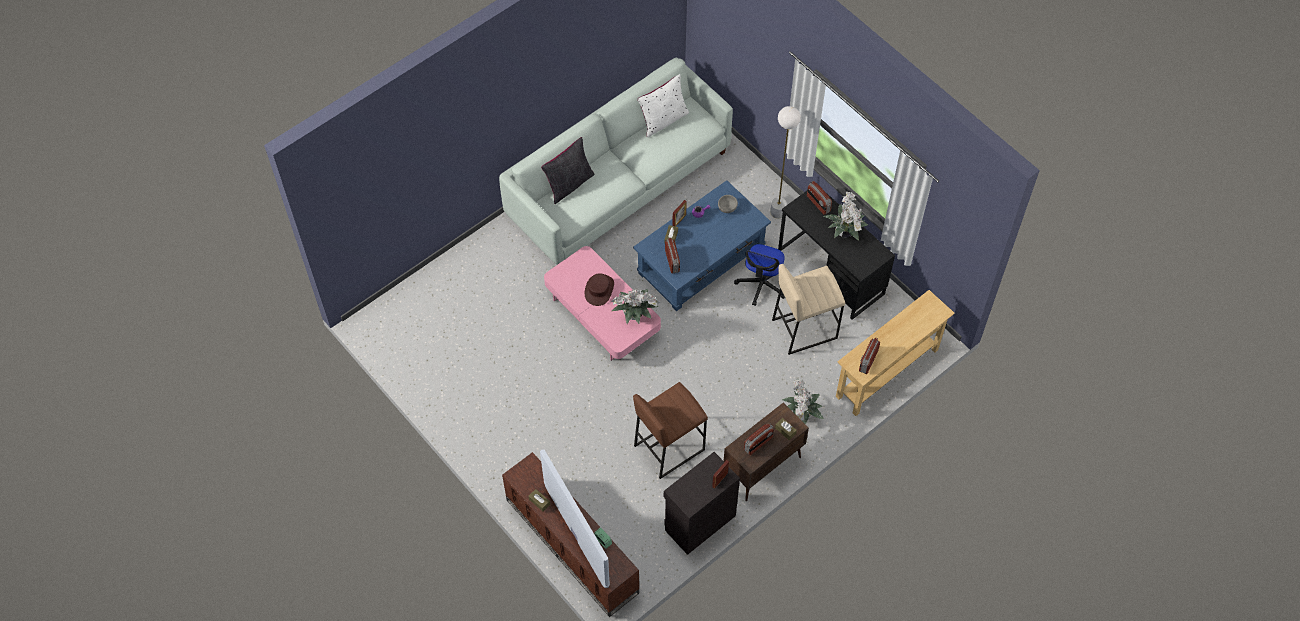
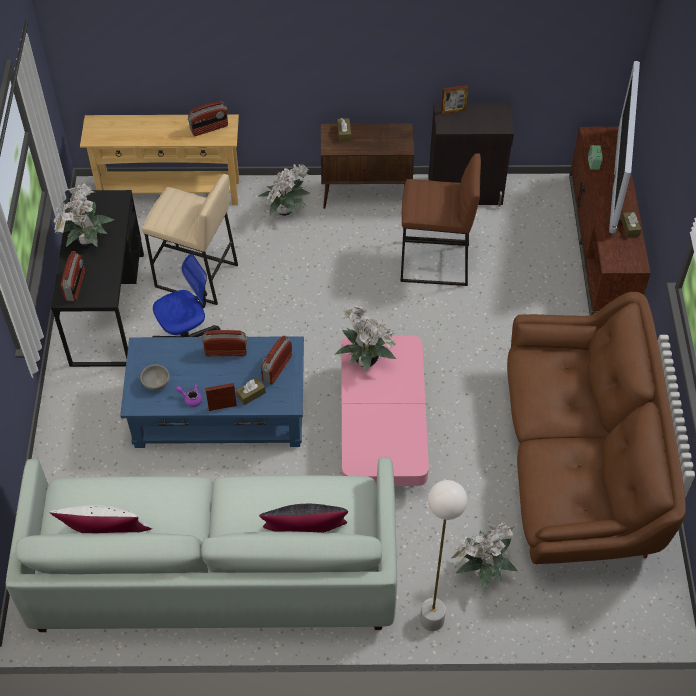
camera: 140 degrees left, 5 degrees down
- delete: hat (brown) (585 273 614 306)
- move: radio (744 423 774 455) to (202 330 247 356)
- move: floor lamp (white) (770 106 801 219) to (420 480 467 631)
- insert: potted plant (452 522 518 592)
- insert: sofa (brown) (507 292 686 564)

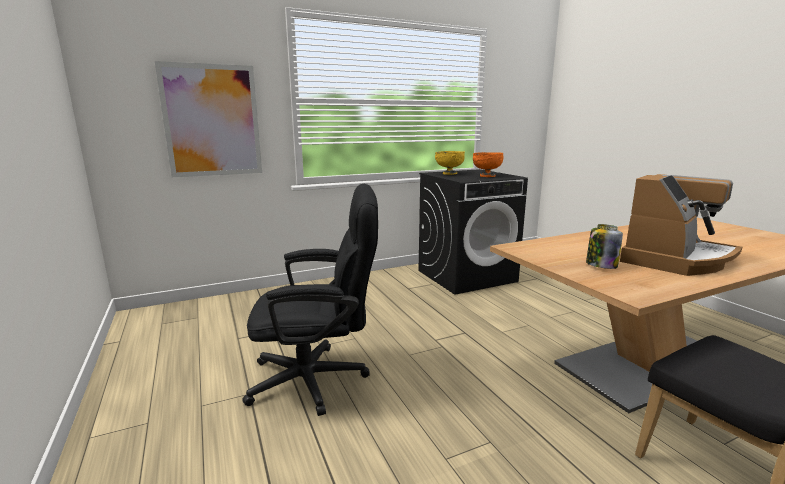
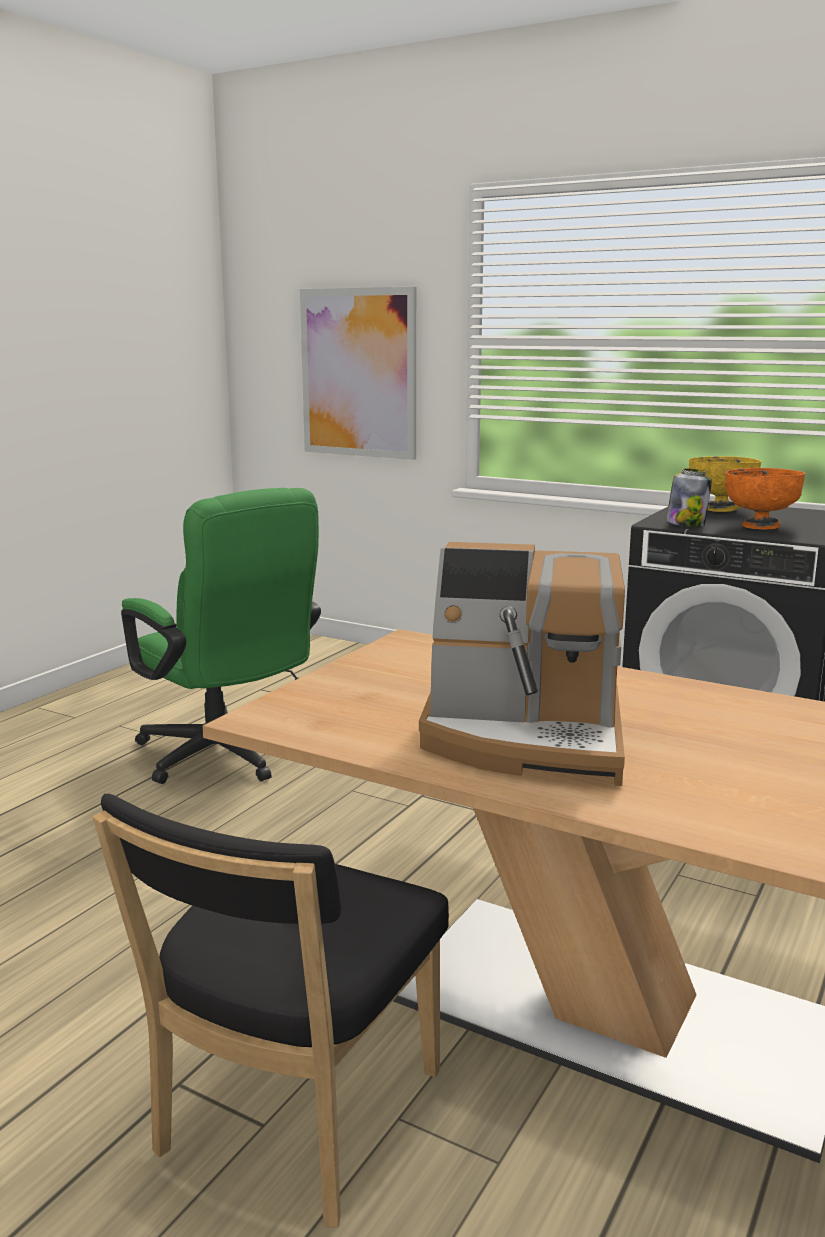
camera: 55 degrees right, 0 degrees up
- recolor: office chair (black) (242 184 378 416) to office chair (green) (121 488 321 784)
- move: jar (586 224 623 269) to (666 469 712 527)

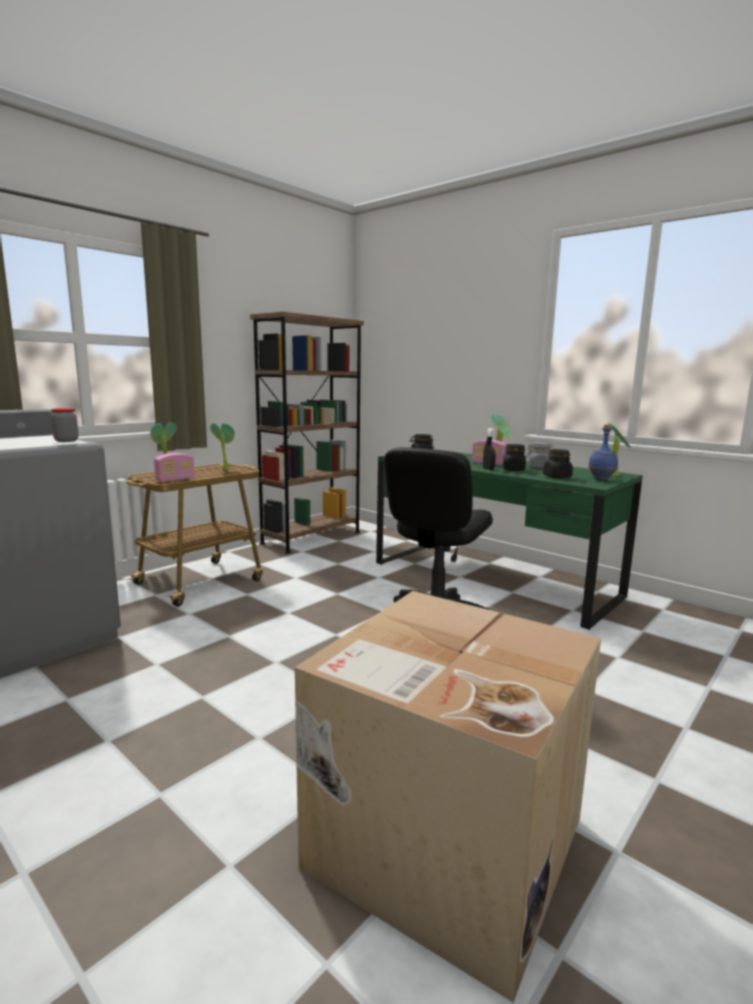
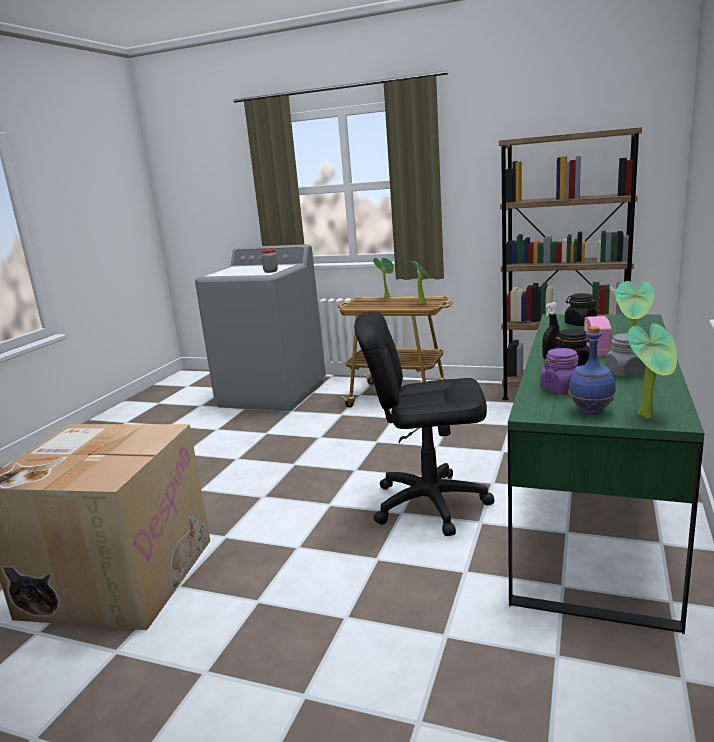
camera: 70 degrees right, 5 degrees up
- delete: radio (154 453 195 482)
- recolor: jar (black) (543 449 573 478) to jar (purple) (540 348 579 394)

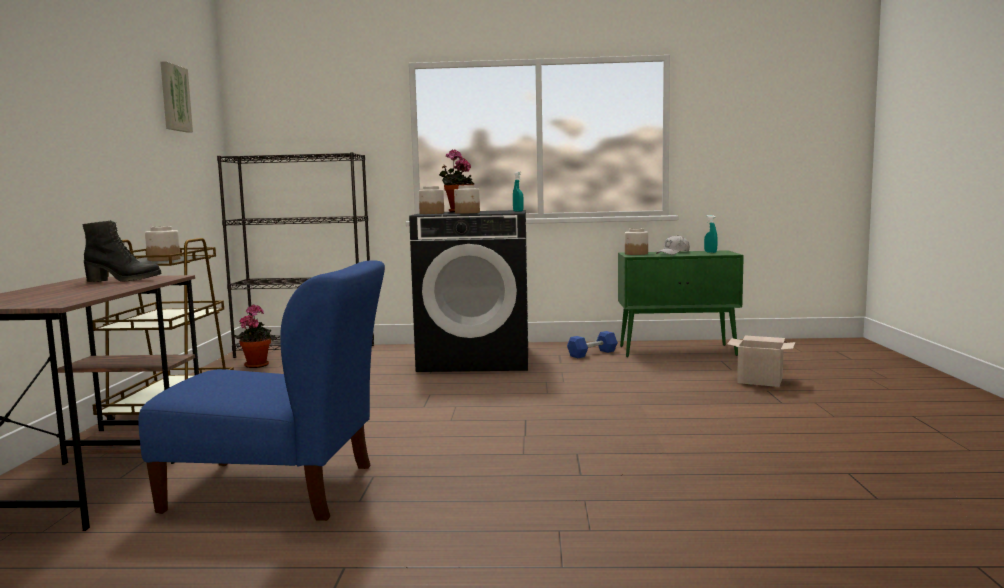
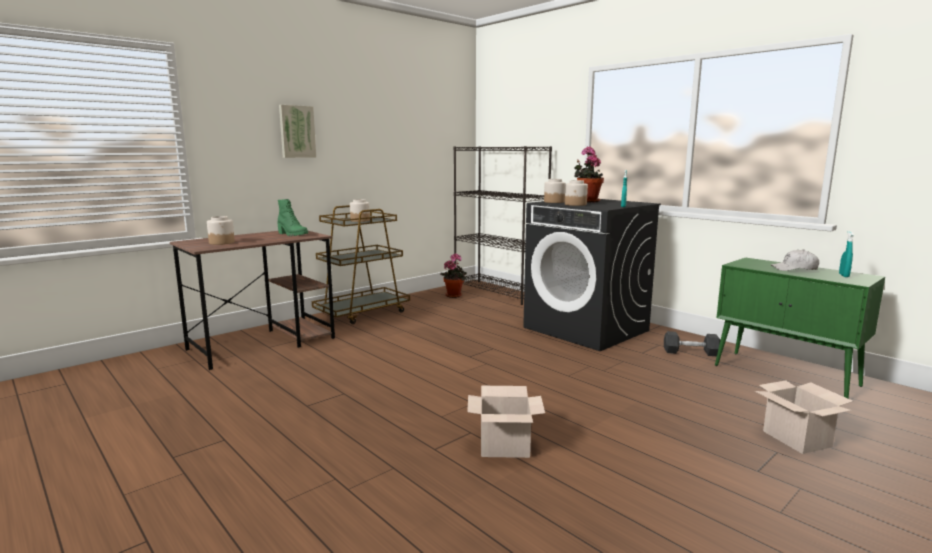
camera: 45 degrees right, 5 degrees up
- recolor: boot (black) (82 220 161 282) to boot (green) (277 199 308 236)
- delete: chair (blue) (138 260 385 521)
- move: picture (160 61 193 133) to (279 105 316 158)
- recolor: dumbbell (blue) (567 331 618 358) to dumbbell (grey) (664 331 720 356)
- move: jar (625 228 648 255) to (207 216 235 245)
- insert: cardboard box (467 386 545 458)

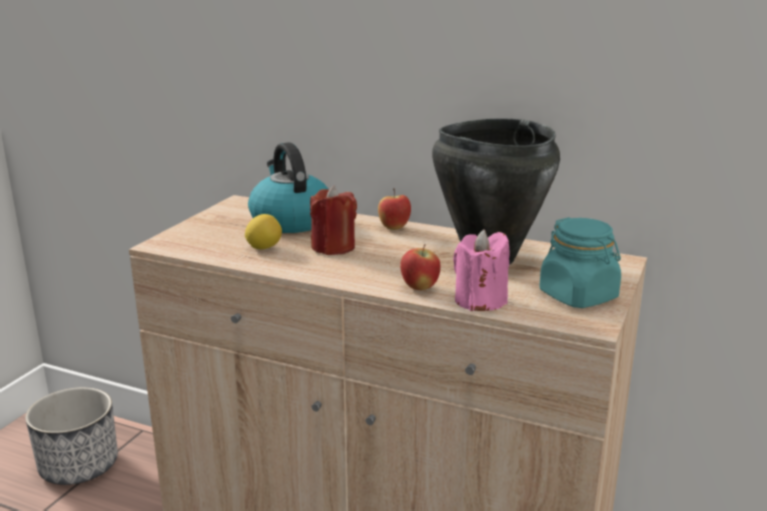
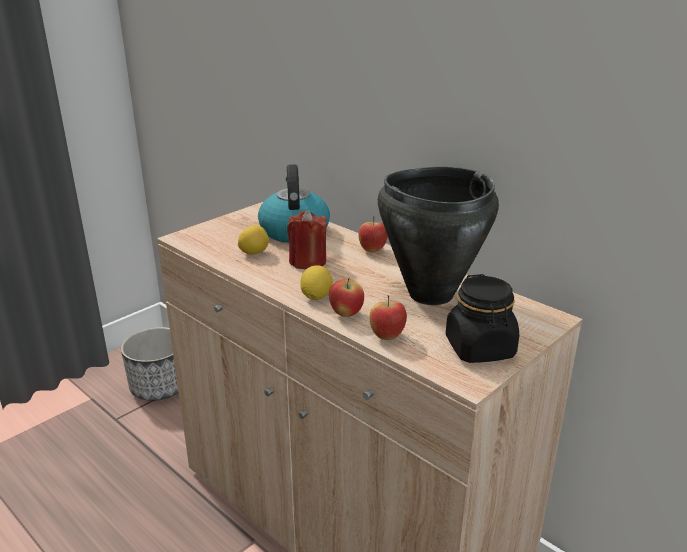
camera: 20 degrees right, 5 degrees up
- replace: candle (pink) (453 230 510 311) to apple (370 295 407 340)
- recolor: jar (turquoise) (539 217 621 308) to jar (black) (446 274 519 363)
- insert: lemon (300 265 333 300)

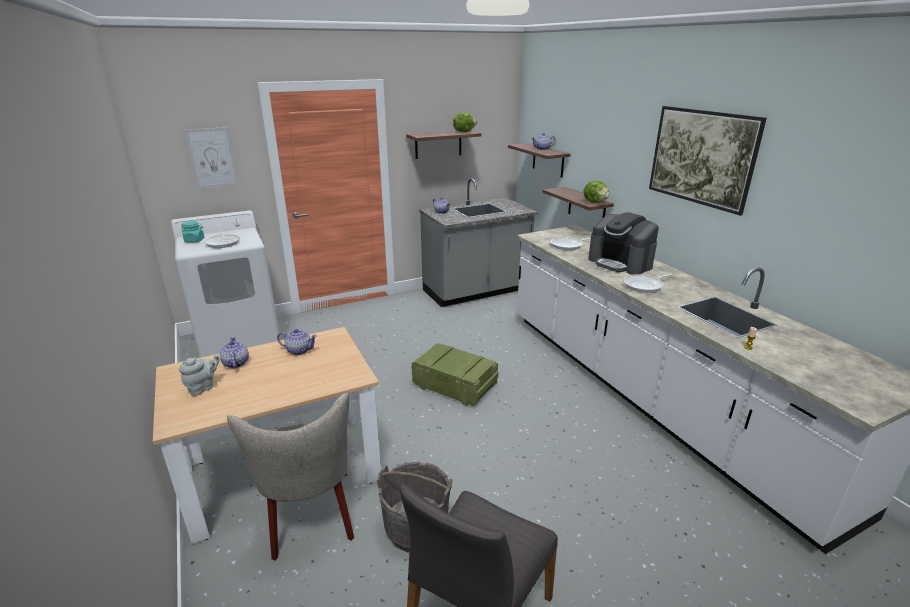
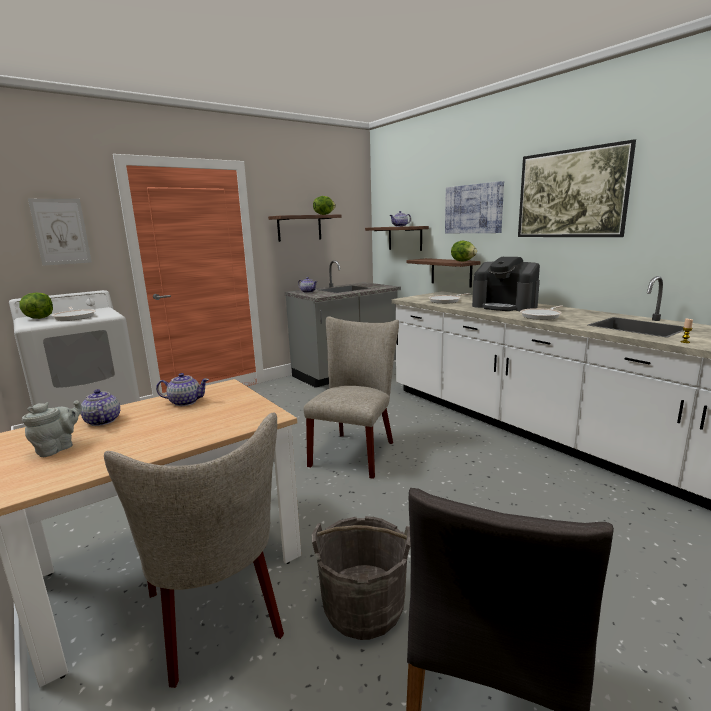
camera: 10 degrees left, 10 degrees down
- replace: jar (turquoise) (181 221 204 242) to lettuce (19 293 53 319)
- replace: crate (411 343 498 406) to chair (beige) (303 316 399 479)
- insert: picture (445 181 504 233)

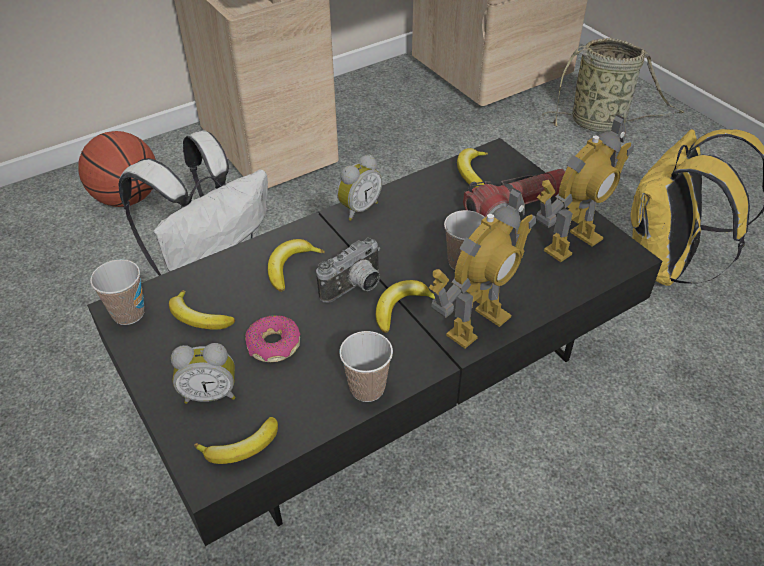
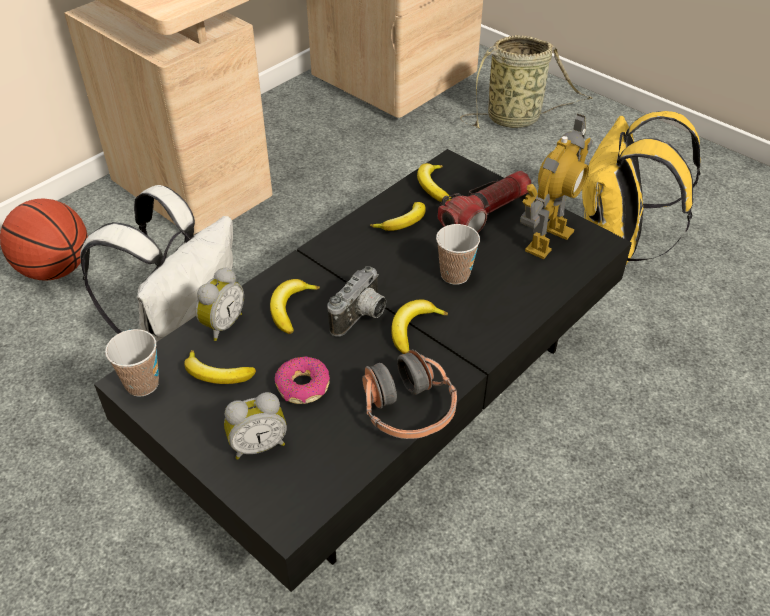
camera: 15 degrees left, 0 degrees up
- move: banana (194 417 278 464) to (370 202 426 231)
- move: alarm clock (337 155 382 221) to (195 267 244 341)
- replace: cup (339 331 393 402) to headphones (362 350 457 439)
- delete: toy robot (429 188 536 348)

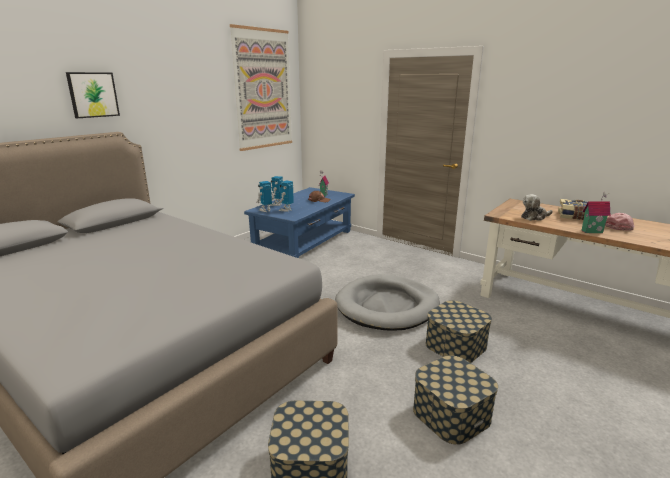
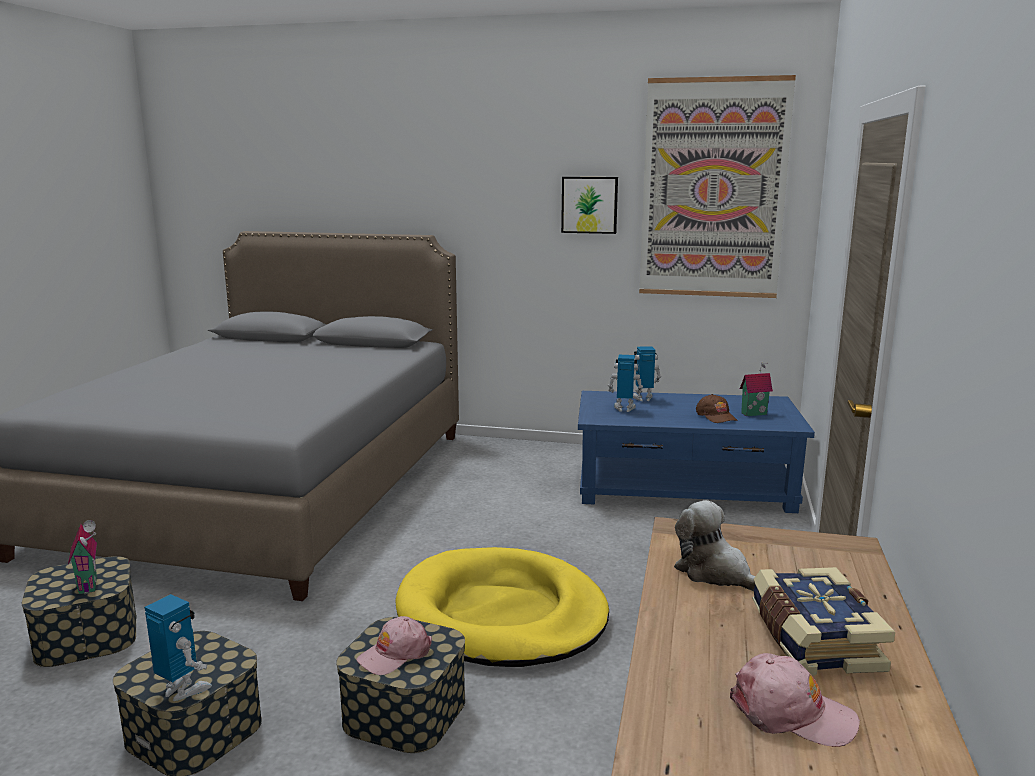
camera: 65 degrees right, 5 degrees down
- move: picture (66 72 120 118) to (561 177 618 234)
- move: toy robot (256 181 275 212) to (144 594 212 701)
- recolor: dog bed (grey) (335 274 440 331) to dog bed (yellow) (395 547 609 667)
- move: toy house (581 192 611 233) to (68 520 97 594)
- insert: cap (pink) (357 616 432 675)

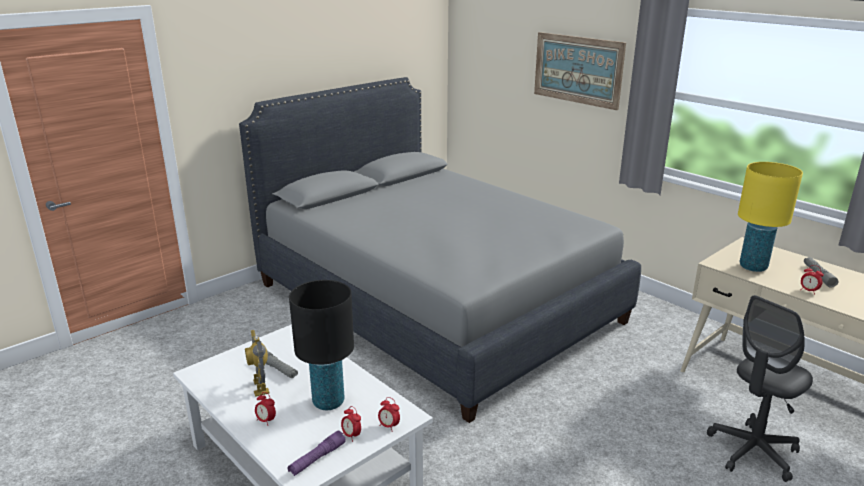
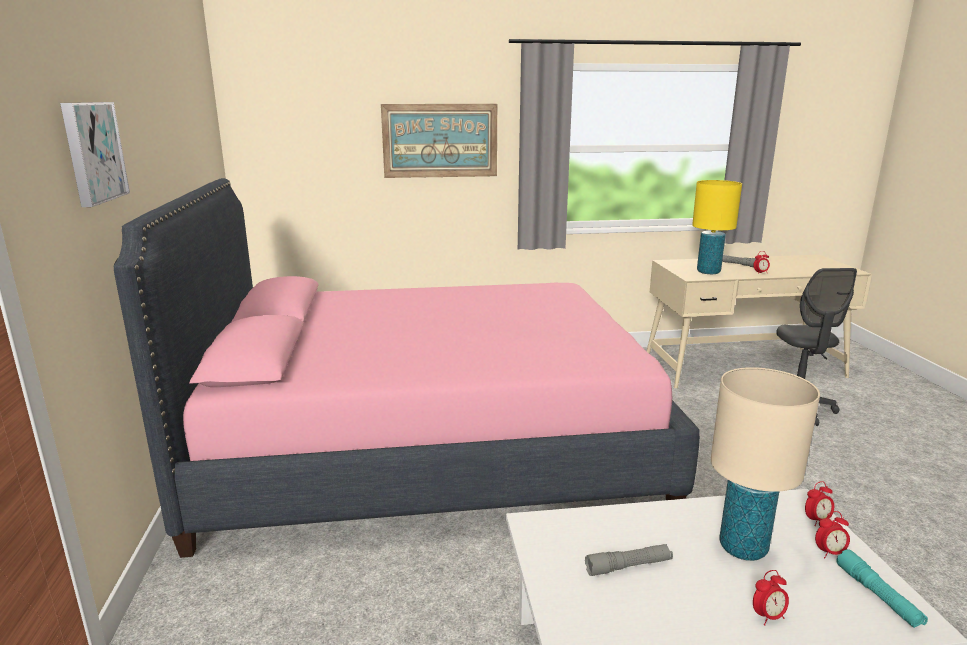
camera: 55 degrees left, 5 degrees down
- recolor: bed (grey) (239 77 641 423) to bed (pink) (114 178 700 558)
- delete: toy robot (245 330 269 397)
- recolor: flashlight (purple) (287 430 346 476) to flashlight (turquoise) (836 549 928 628)
- recolor: table lamp (black) (289 280 354 411) to table lamp (beige) (711 367 820 561)
- insert: picture (60 102 130 207)

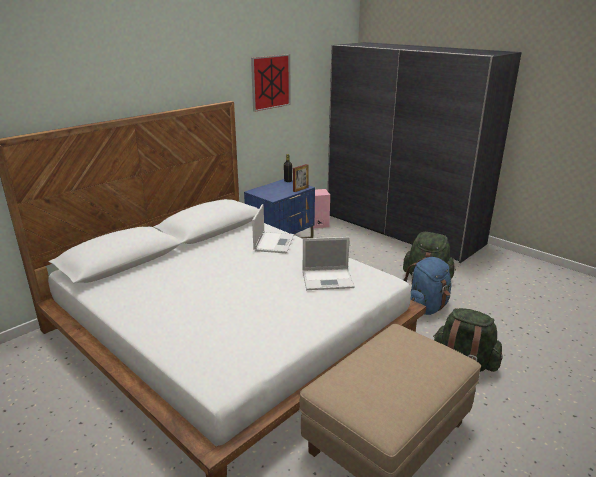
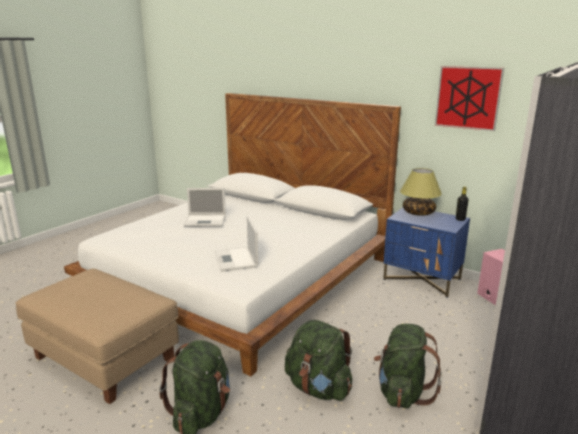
camera: 80 degrees right, 5 degrees down
- move: laptop (252 204 294 253) to (184 188 226 227)
- delete: picture frame (293 164 309 192)
- recolor: backpack (blue) (403 257 452 315) to backpack (green) (285 320 352 401)
- insert: table lamp (400 168 442 216)

